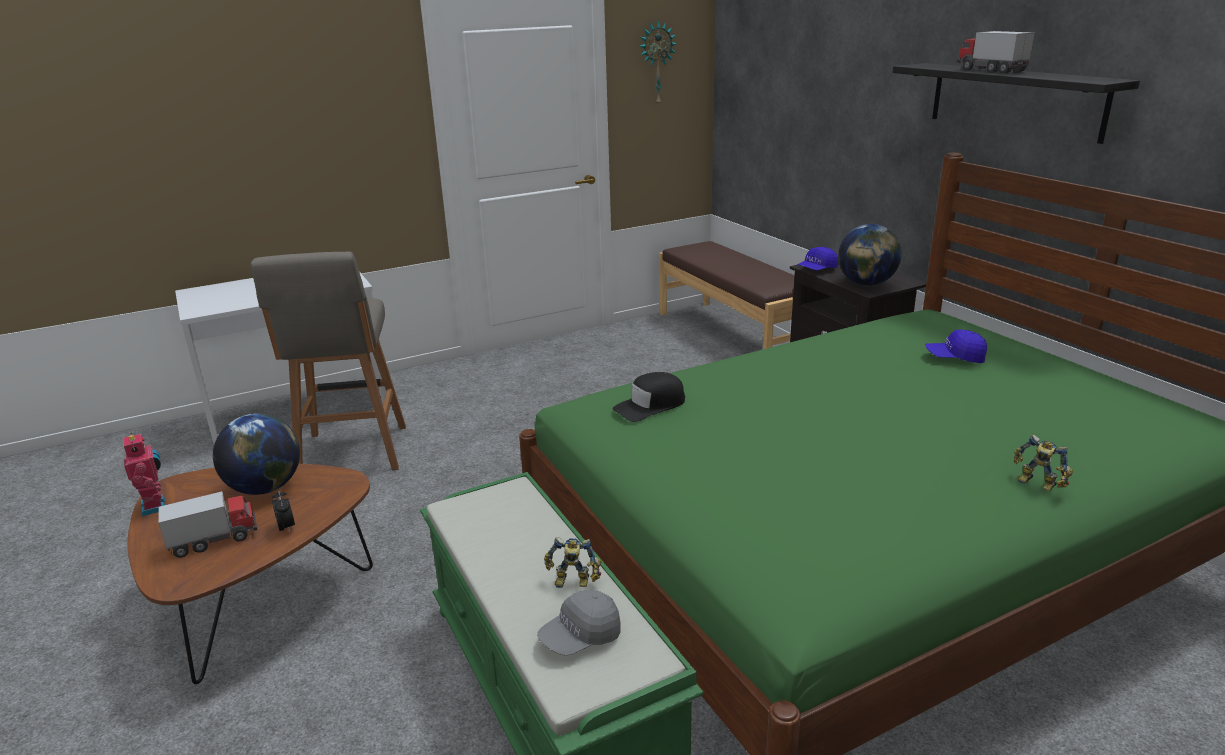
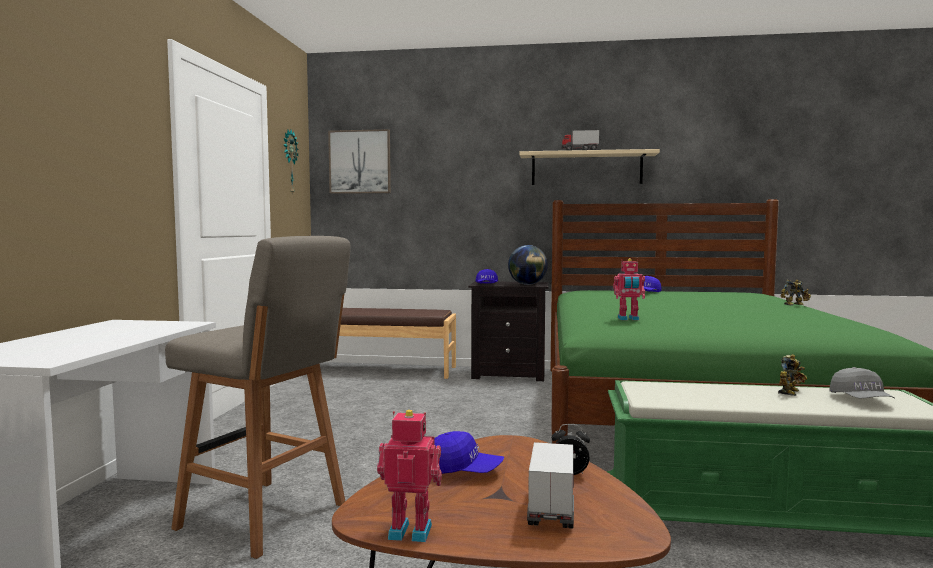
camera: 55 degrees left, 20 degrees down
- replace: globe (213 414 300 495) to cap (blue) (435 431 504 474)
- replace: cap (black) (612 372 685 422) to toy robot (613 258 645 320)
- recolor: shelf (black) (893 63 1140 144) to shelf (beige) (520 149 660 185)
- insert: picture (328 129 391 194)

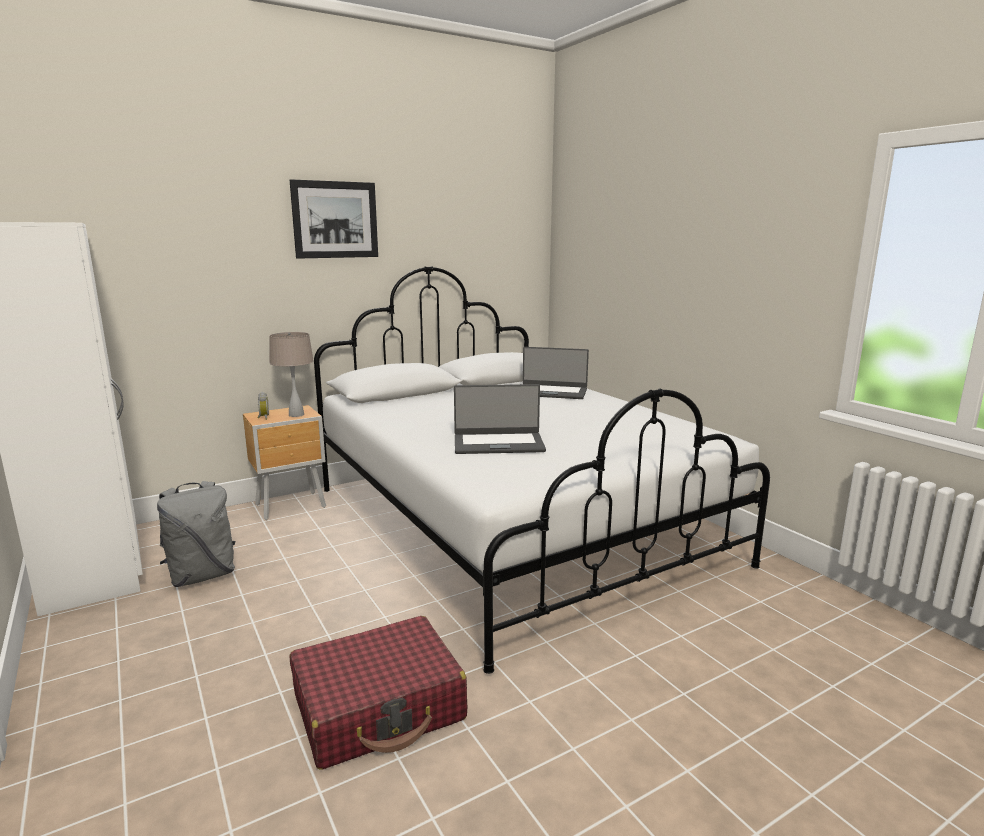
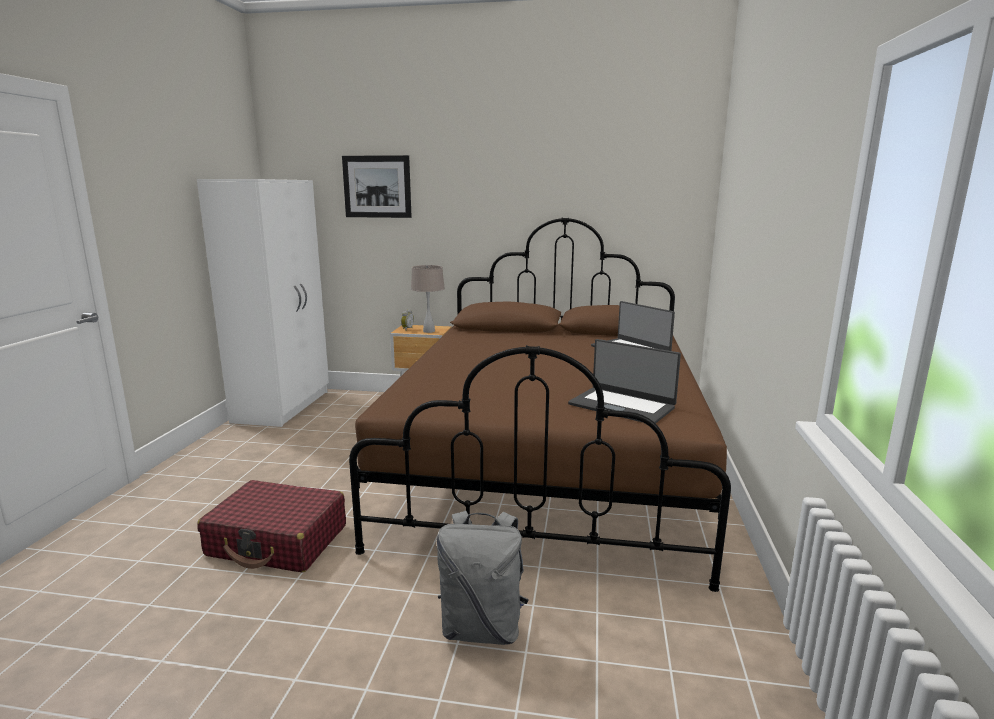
camera: 40 degrees right, 0 degrees up
- move: backpack (grey) (157 481 235 587) to (437 510 529 645)
- move: picture (290 179 378 259) to (342 155 412 218)
- recolor: bed (white) (314 266 770 674) to bed (brown) (349 218 731 592)
- move: laptop (454 384 546 454) to (568 339 681 423)

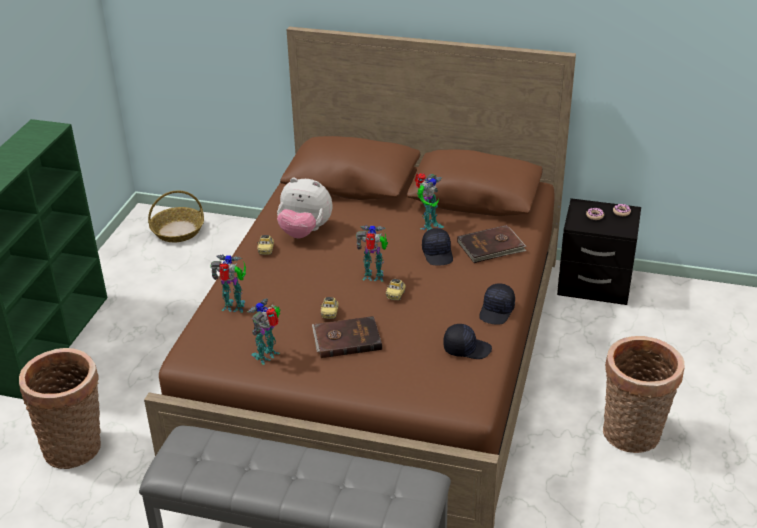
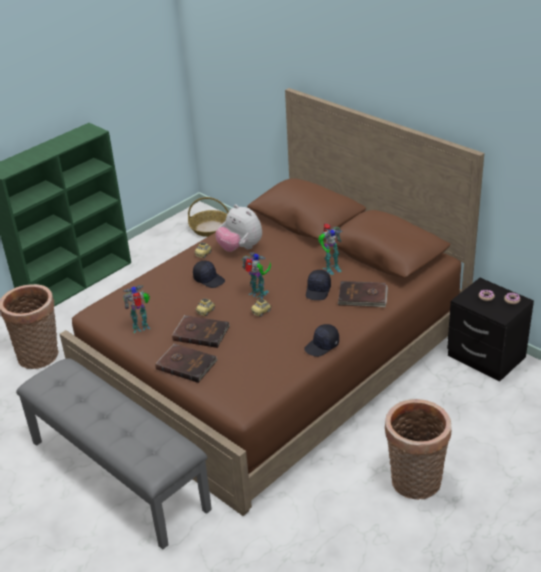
camera: 30 degrees right, 0 degrees up
- delete: toy robot (210 255 246 313)
- move: cap (black) (443 324 492 359) to (193 261 225 288)
- insert: book (brown) (155 343 218 383)

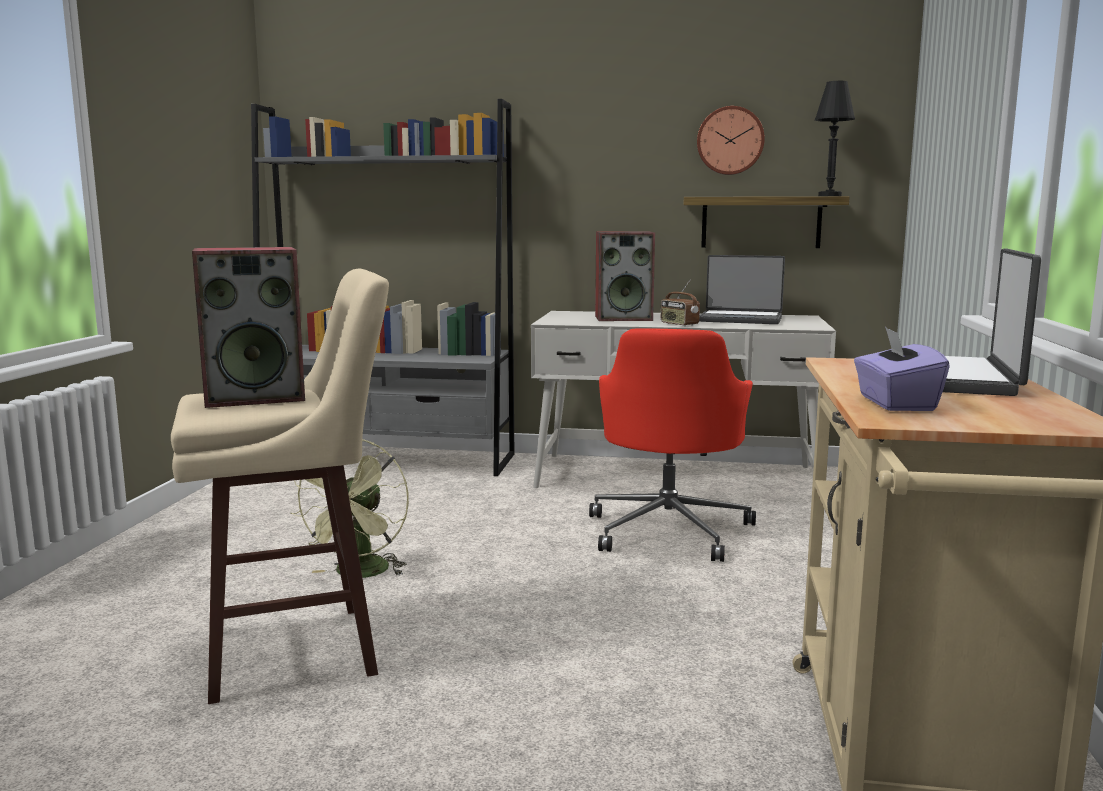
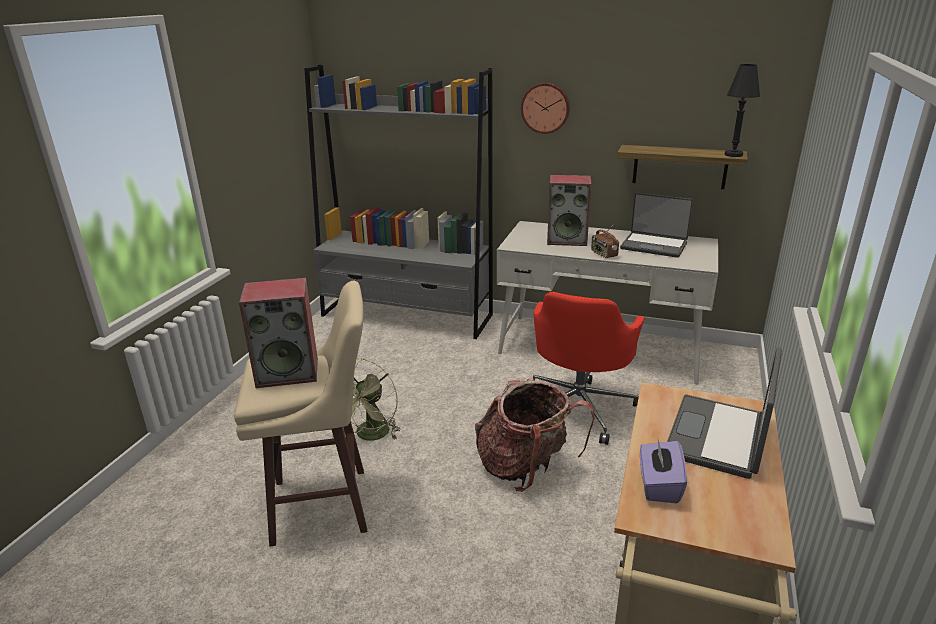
camera: 10 degrees right, 15 degrees up
- move: wall clock (697 106 765 175) to (521 83 570 134)
- insert: backpack (475 378 595 492)

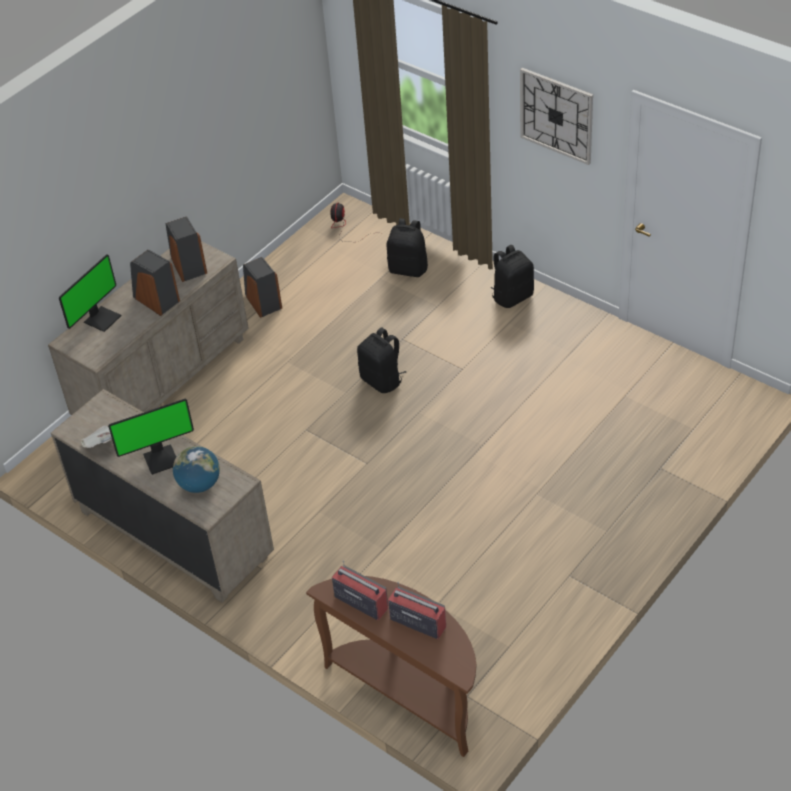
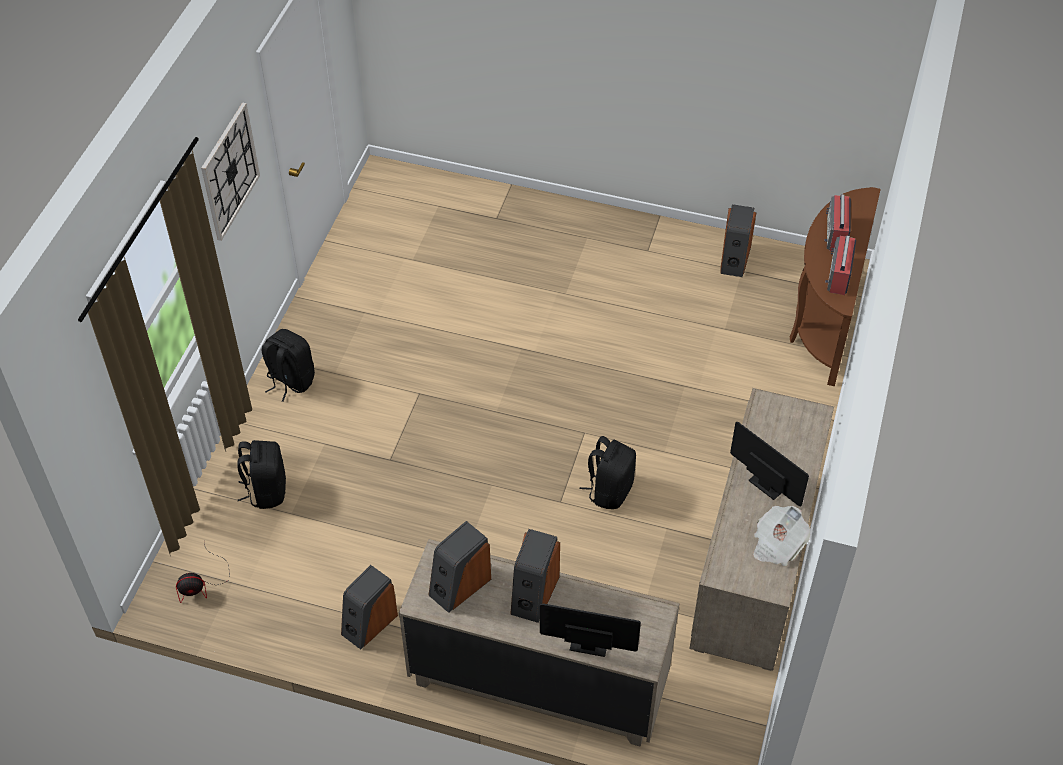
camera: 115 degrees left, 5 degrees up
- delete: globe (173 446 220 493)
- move: backpack (black) (357 327 406 393) to (580 436 636 509)
- insert: speaker (720 204 756 277)

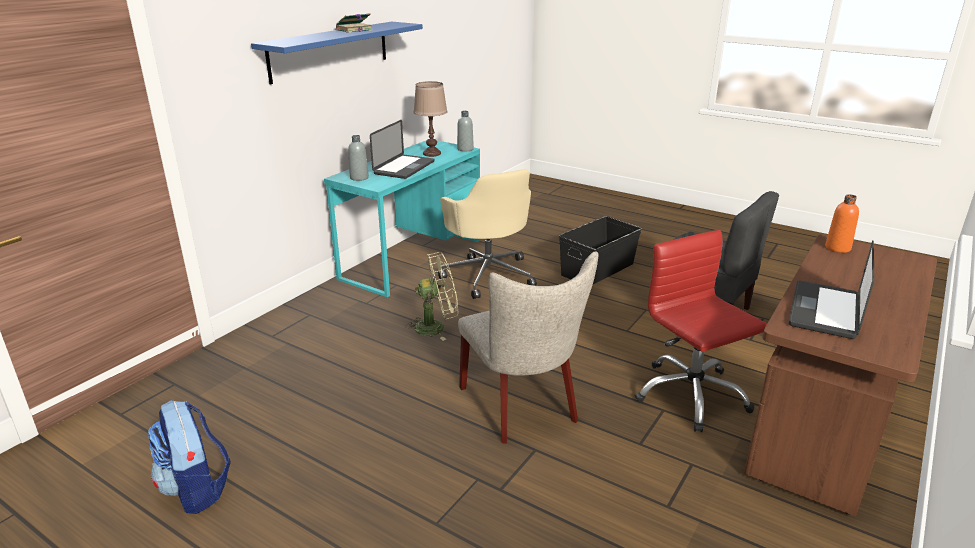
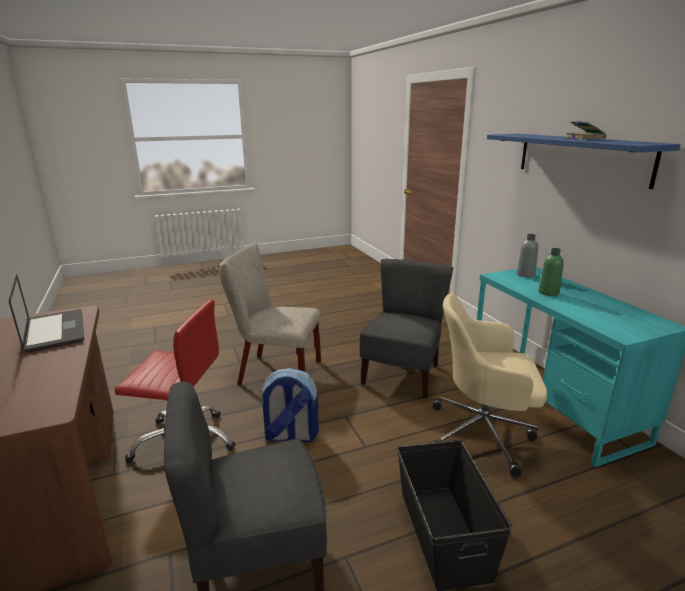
camera: 125 degrees right, 5 degrees down
- move: backpack (148 400 231 514) to (259 368 319 443)
- replace: laptop (370 120 434 179) to bottle (green) (539 248 564 296)
- replace: fan (green) (405 252 458 341) to chair (grey) (360 259 453 399)
- delete: table lamp (brown) (413 81 447 157)
- delete: bottle (grey) (457 111 474 152)
- delete: bottle (orange) (825 194 859 253)

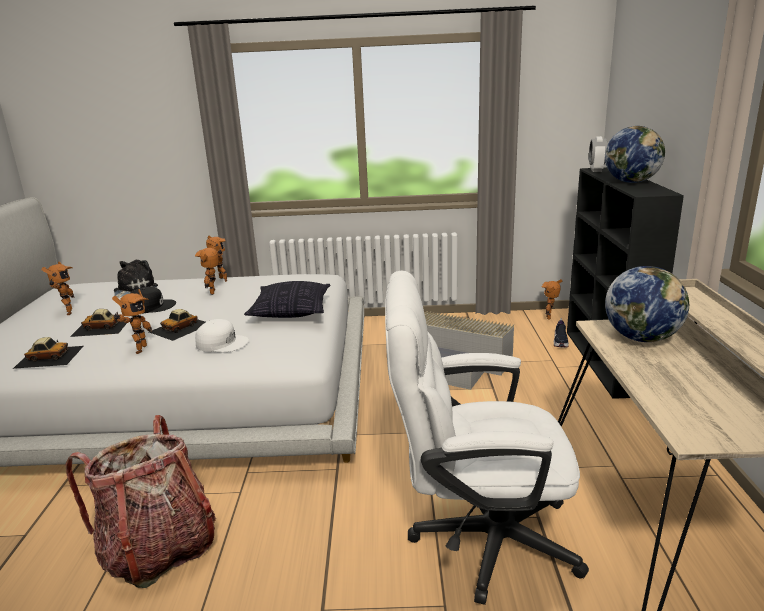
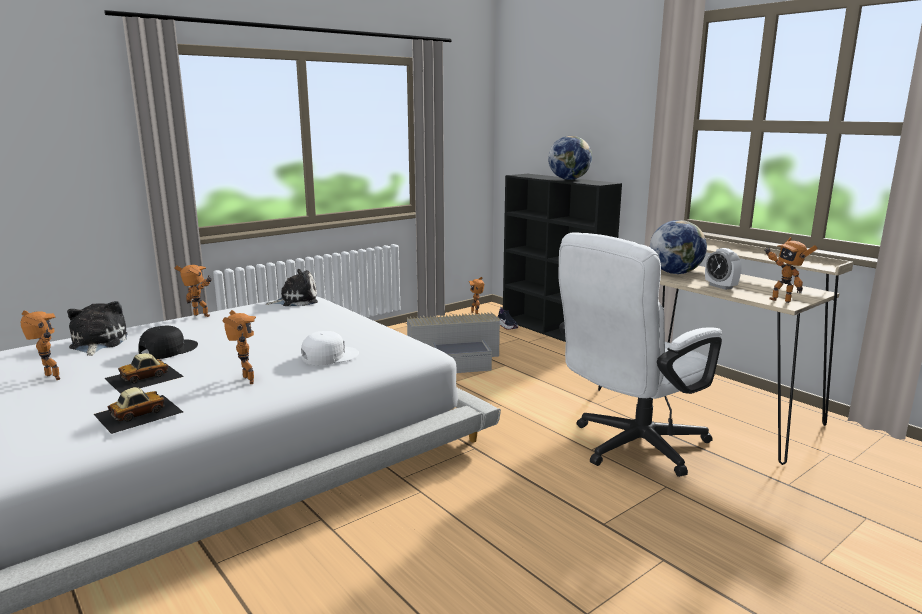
camera: 40 degrees left, 5 degrees down
- delete: backpack (65 415 216 588)
- delete: toy car (149 309 206 341)
- move: toy robot (195 245 221 295) to (764 237 818 303)
- delete: pillow (244 281 330 318)
- move: alarm clock (589 136 607 172) to (705 248 742 290)
- insert: plush toy (265 269 318 306)

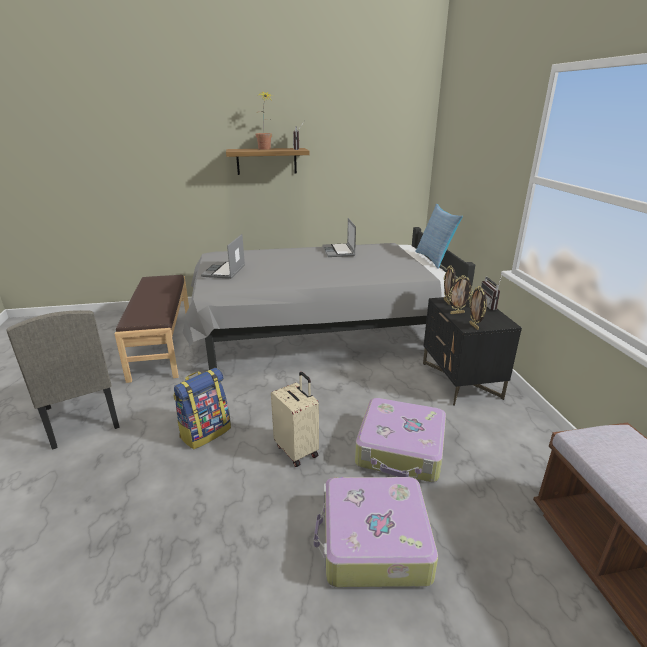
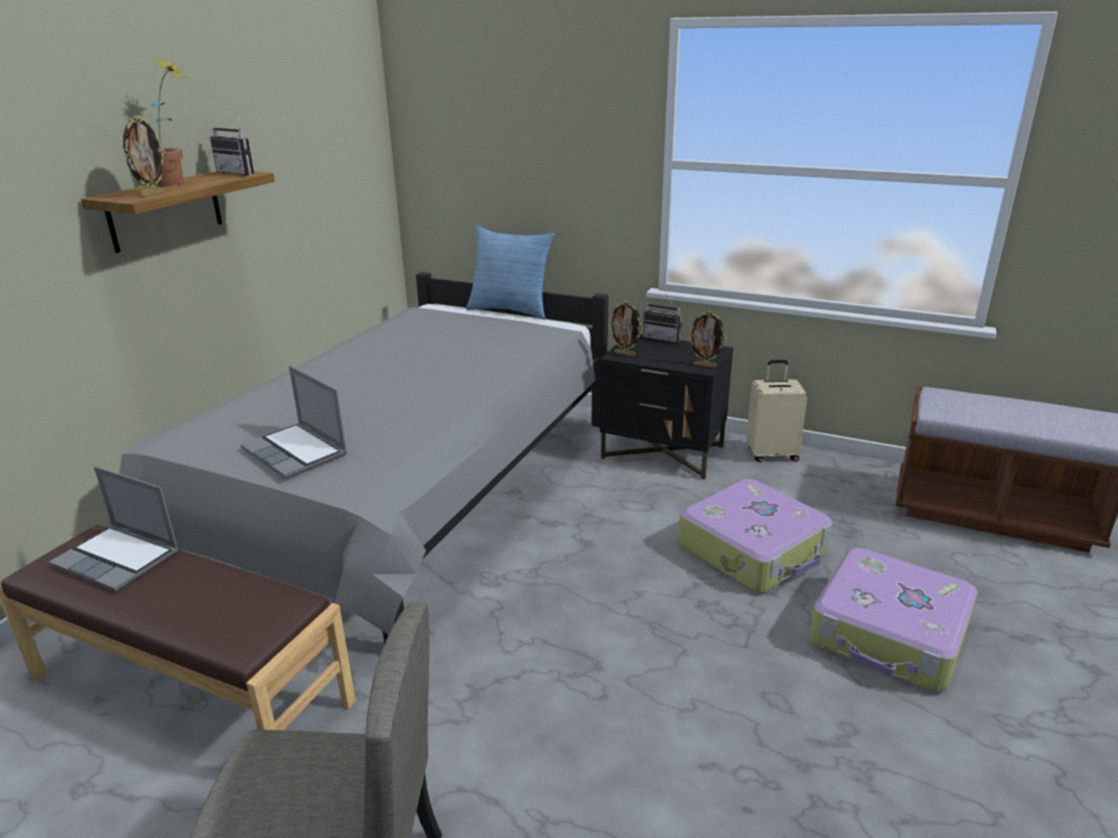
camera: 55 degrees left, 0 degrees up
- delete: backpack (173 368 231 449)
- move: suitcase (beige) (271 372 319 467) to (746 360 808 462)
- move: laptop (322 218 356 257) to (49 466 179 592)
- move: picture frame (448 275 473 314) to (123 116 165 197)

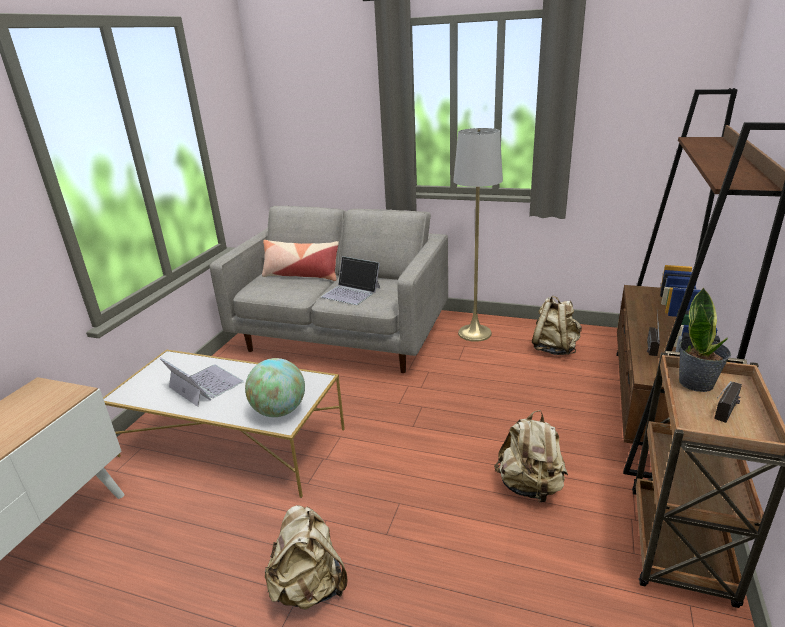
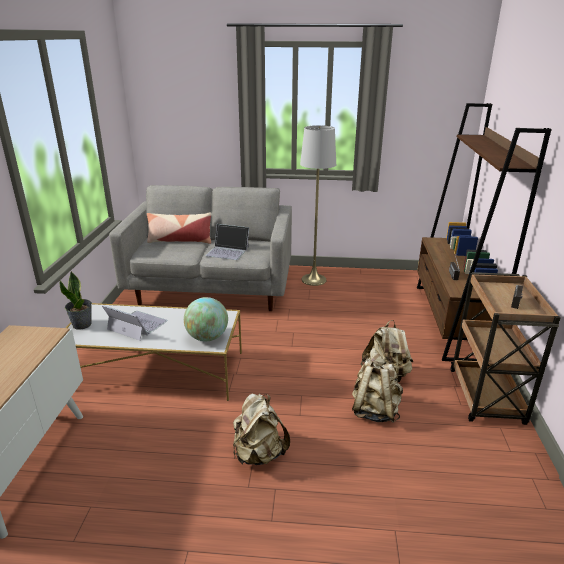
camera: 15 degrees left, 0 degrees up
- move: backpack (beige) (532 296 582 355) to (352 359 403 423)
- move: potted plant (679 287 731 392) to (59 271 92 329)

